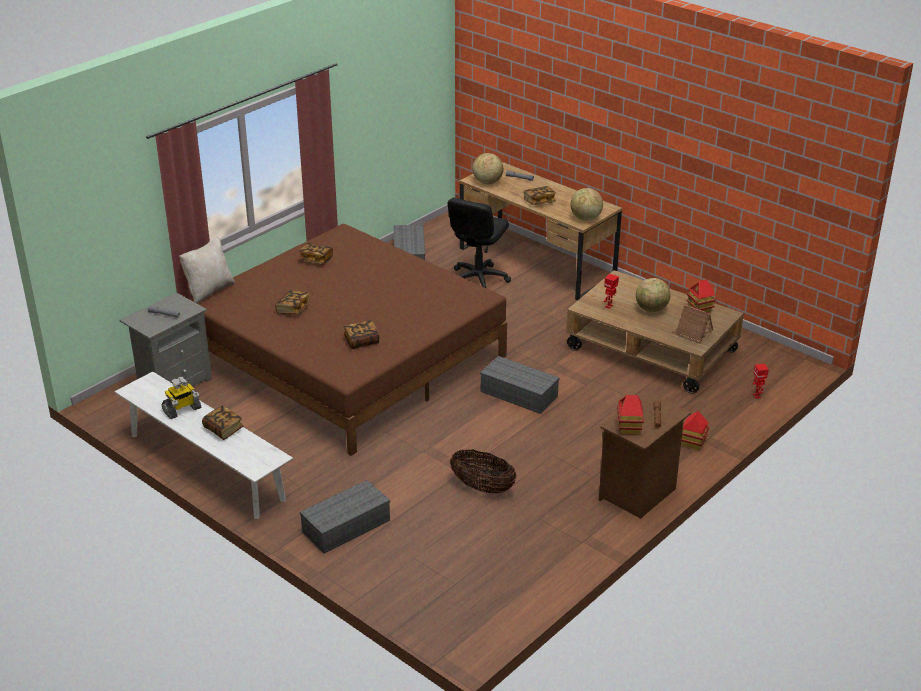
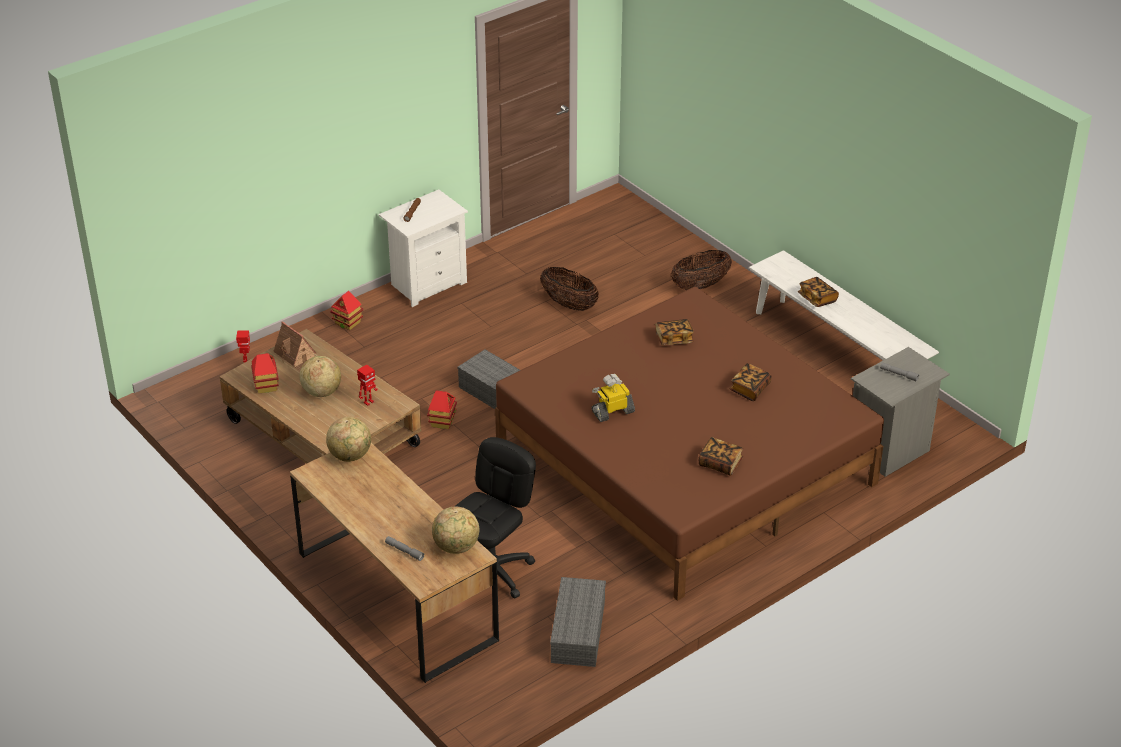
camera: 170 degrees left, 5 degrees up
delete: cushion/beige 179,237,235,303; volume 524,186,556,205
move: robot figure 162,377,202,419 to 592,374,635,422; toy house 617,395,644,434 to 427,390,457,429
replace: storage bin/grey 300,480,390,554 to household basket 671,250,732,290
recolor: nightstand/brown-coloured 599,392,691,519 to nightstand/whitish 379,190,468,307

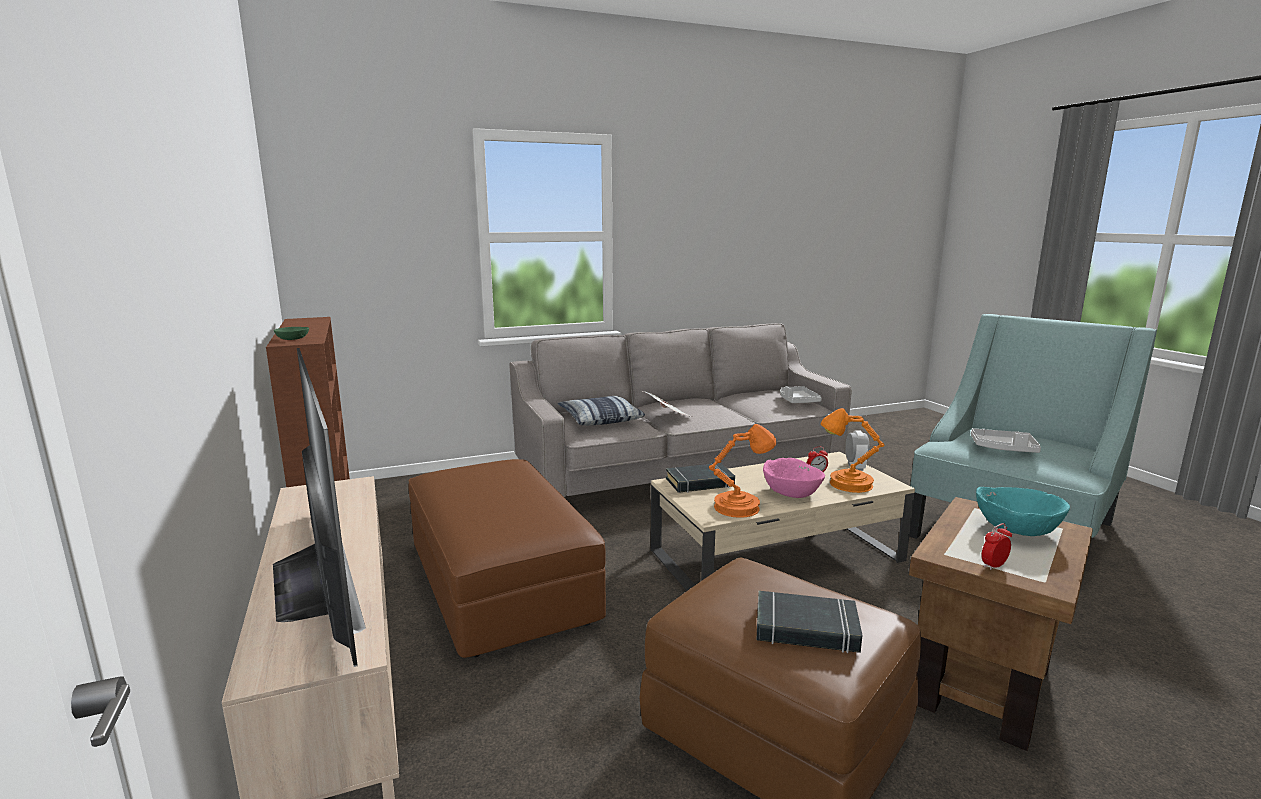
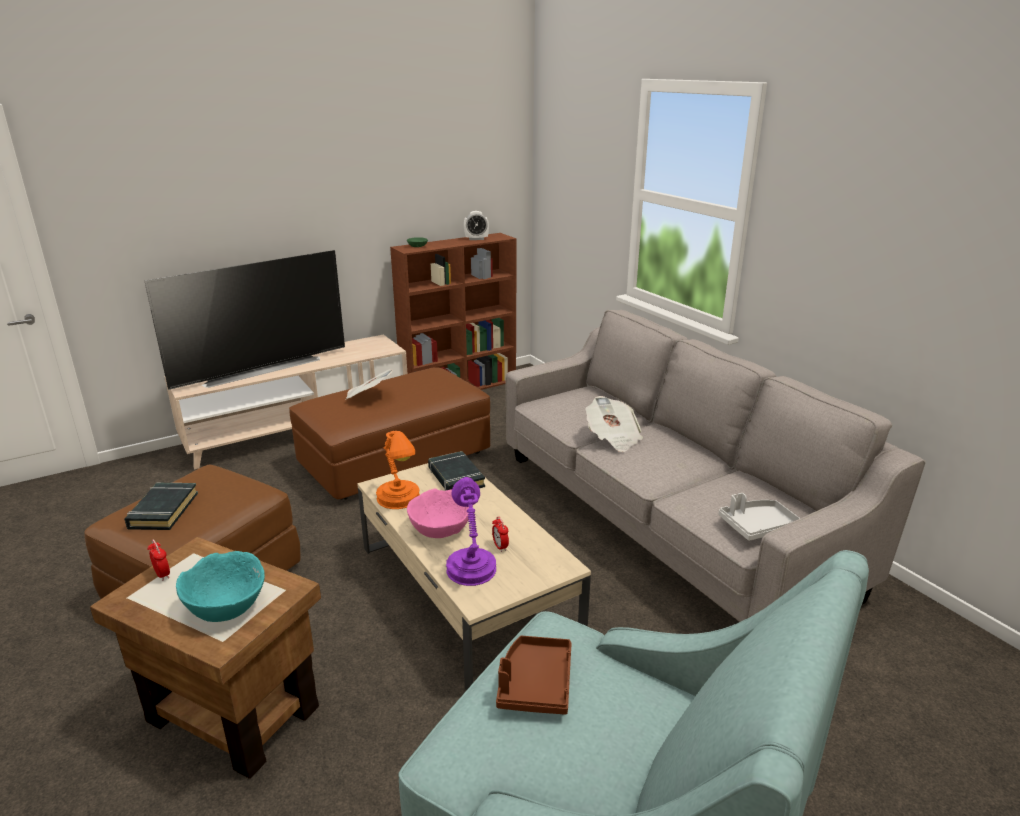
camera: 80 degrees right, 10 degrees up
delete: cushion 558,396,645,426
insert: newspaper 345,368,393,400
move: bedside clock 845,430,870,471 to 464,211,489,240
recolor: table lamp/orange-coloured 821,408,884,493 to table lamp/purple 446,477,496,586; tray/grey 971,428,1041,453 to tray/brown-coloured 496,636,572,715

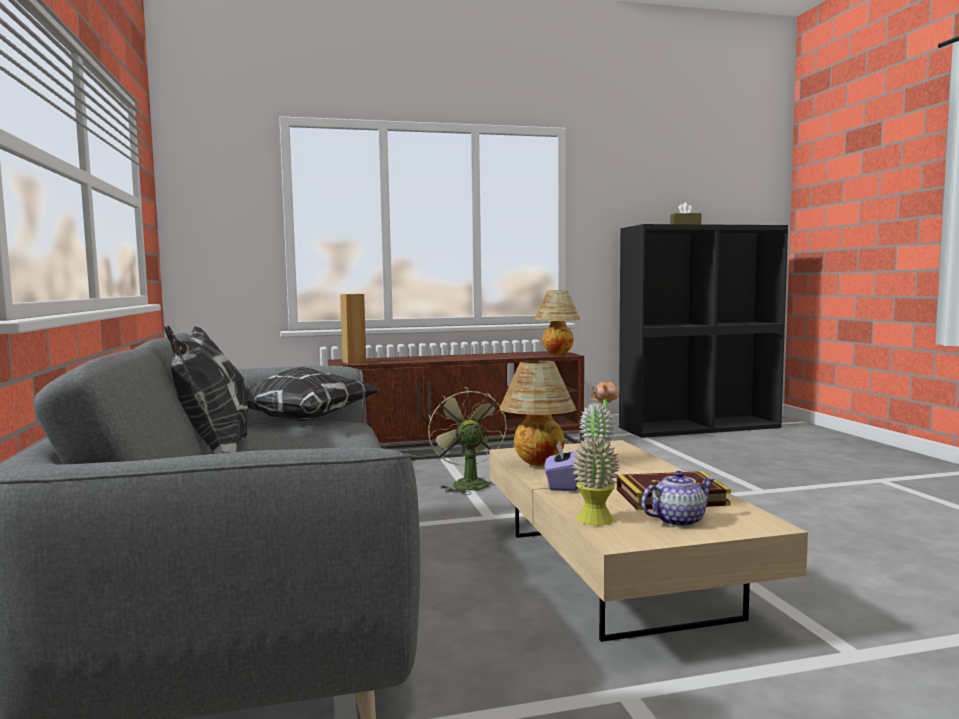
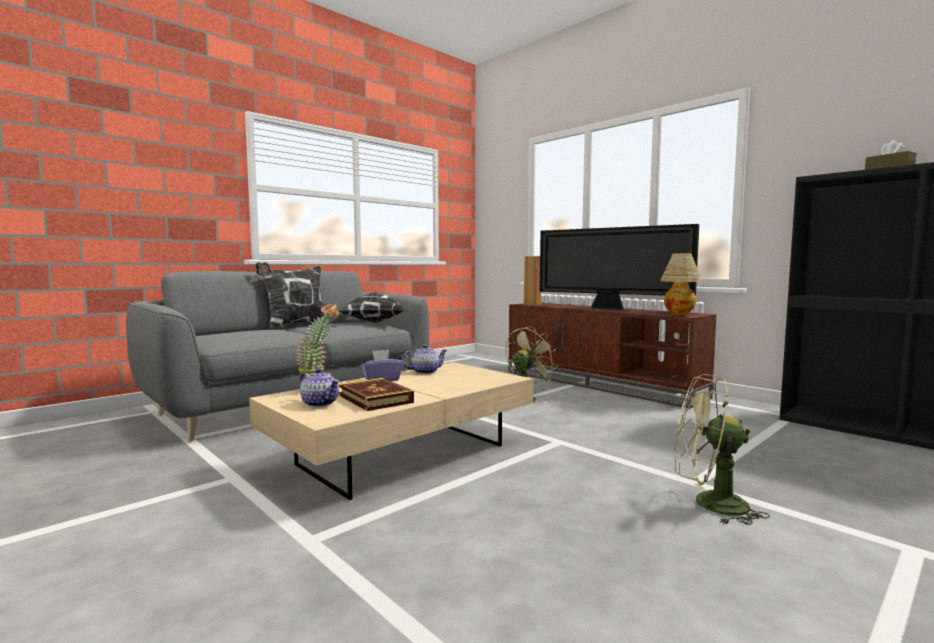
camera: 60 degrees right, 0 degrees up
insert: television 540,224,699,310; electric fan/greenish 674,374,770,525
replace: table lamp 500,360,576,466 to tea pot 402,345,448,374

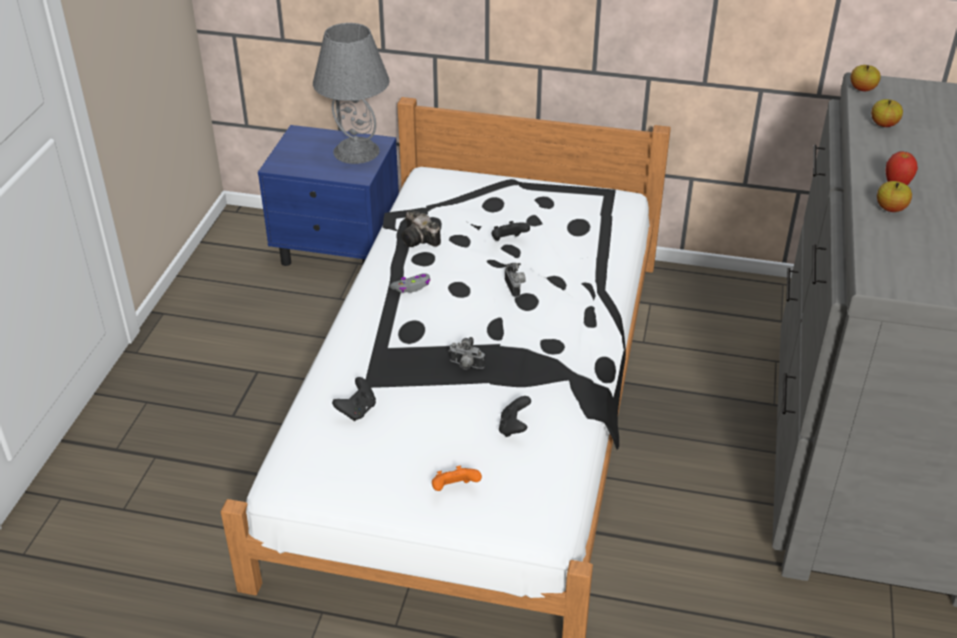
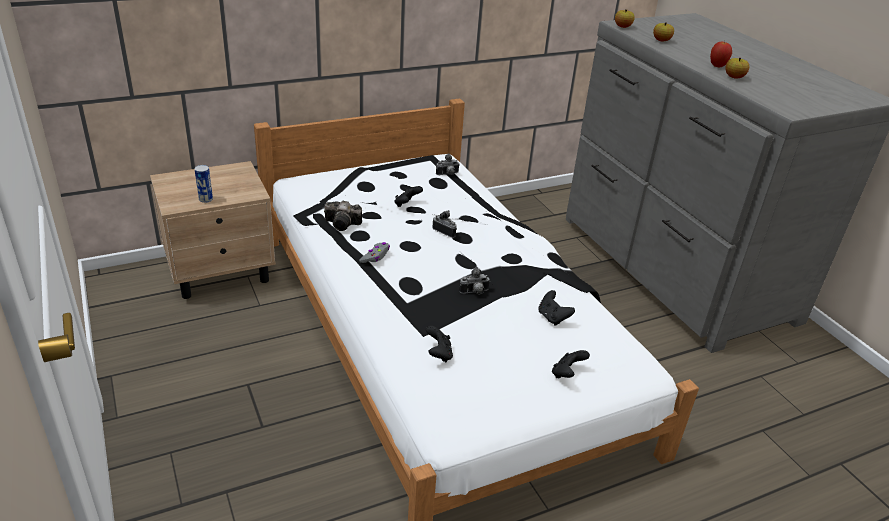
camera: 40 degrees left, 5 degrees down
delete: table lamp/grey 313,23,390,164
insert: can 194,165,213,203; still camera 436,153,460,175
recolor: nightstand/blue 258,125,399,266 to nightstand/beige 150,161,276,299; gamepad/orange-coloured 432,466,482,491 to gamepad/black-coloured 552,350,590,378

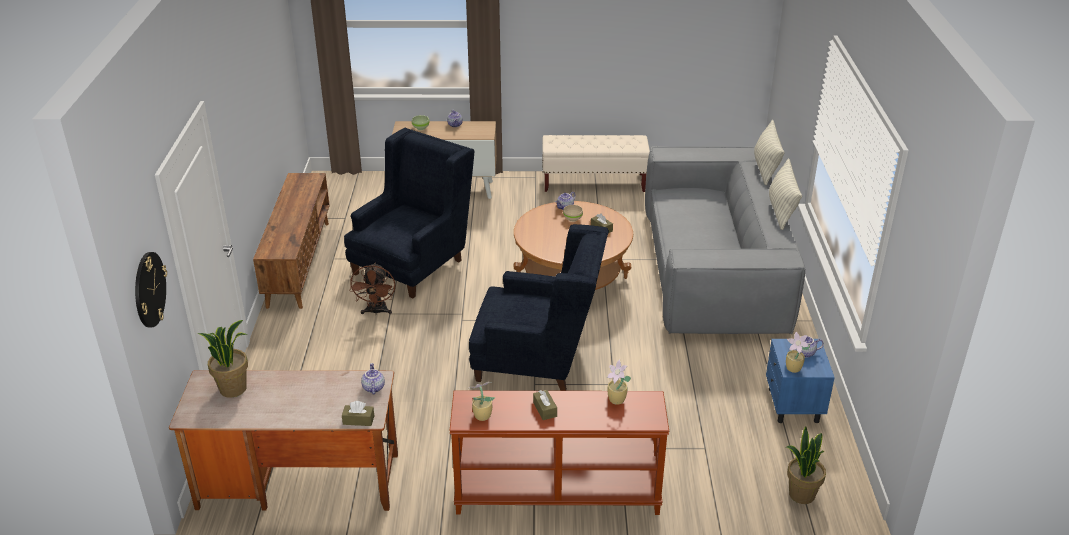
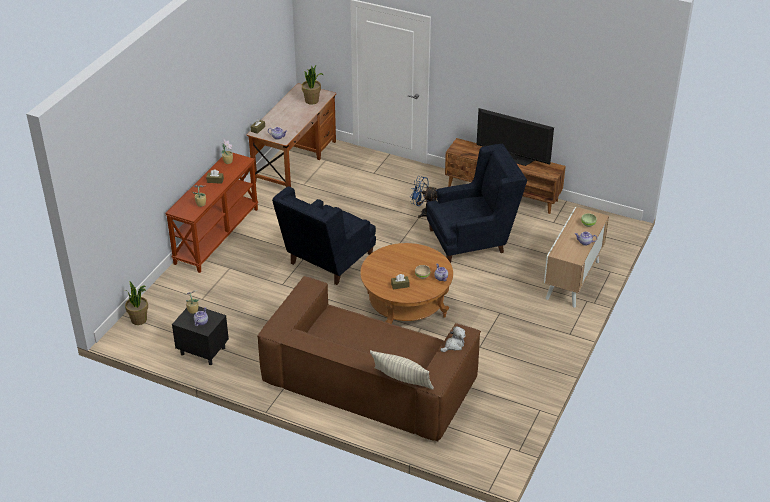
camera: 115 degrees right, 5 degrees up
delete: hanging clock 135,252,167,327; long seat/beige 542,135,650,192; cushion 769,158,802,230
insert: soft toy 440,326,466,352; television 476,108,554,166
recolor: electric fan/brown-coloured 350,263,396,314 to electric fan/blue 410,176,437,218; couch/grey 645,146,805,334 to couch/brown-coloured 257,276,481,442; nightstand/blue 766,339,835,423 to nightstand/black-coloured 172,306,229,365
rotate: lounge chair/blue 344,128,474,299 = 427,144,527,263 75 degrees counterclockwise

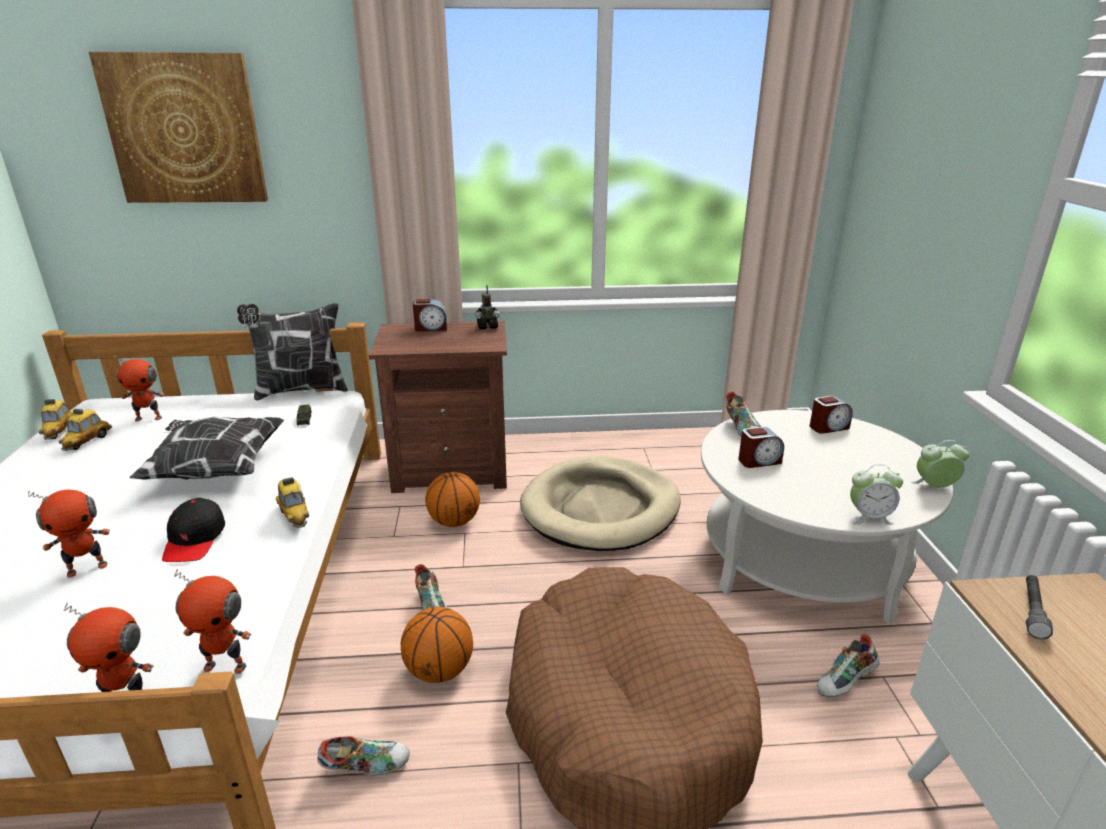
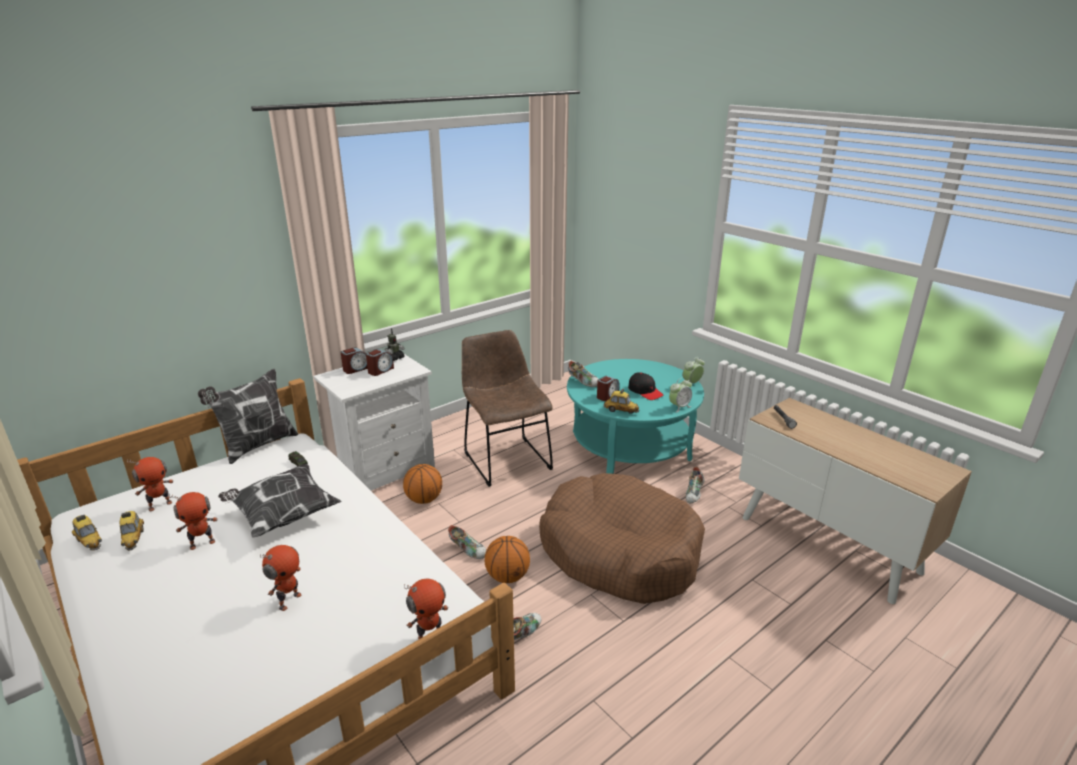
camera: 35 degrees left, 0 degrees up
delete: picture 89,52,268,203
move: cap/black-coloured 162,498,225,562 to 628,372,664,400; robot figure 174,569,252,674 to 169,492,218,550; toy car 276,477,309,528 to 604,389,639,414; bedside clock 810,396,853,434 to 366,349,394,376
replace: dog bed/beige 520,455,681,551 to chair/brown-coloured 462,330,553,487
recolor: nightstand/brown-coloured 369,321,507,493 to nightstand/whitish 313,354,435,491; coffee table/whitish 701,410,953,624 to coffee table/blue-green 567,359,704,474

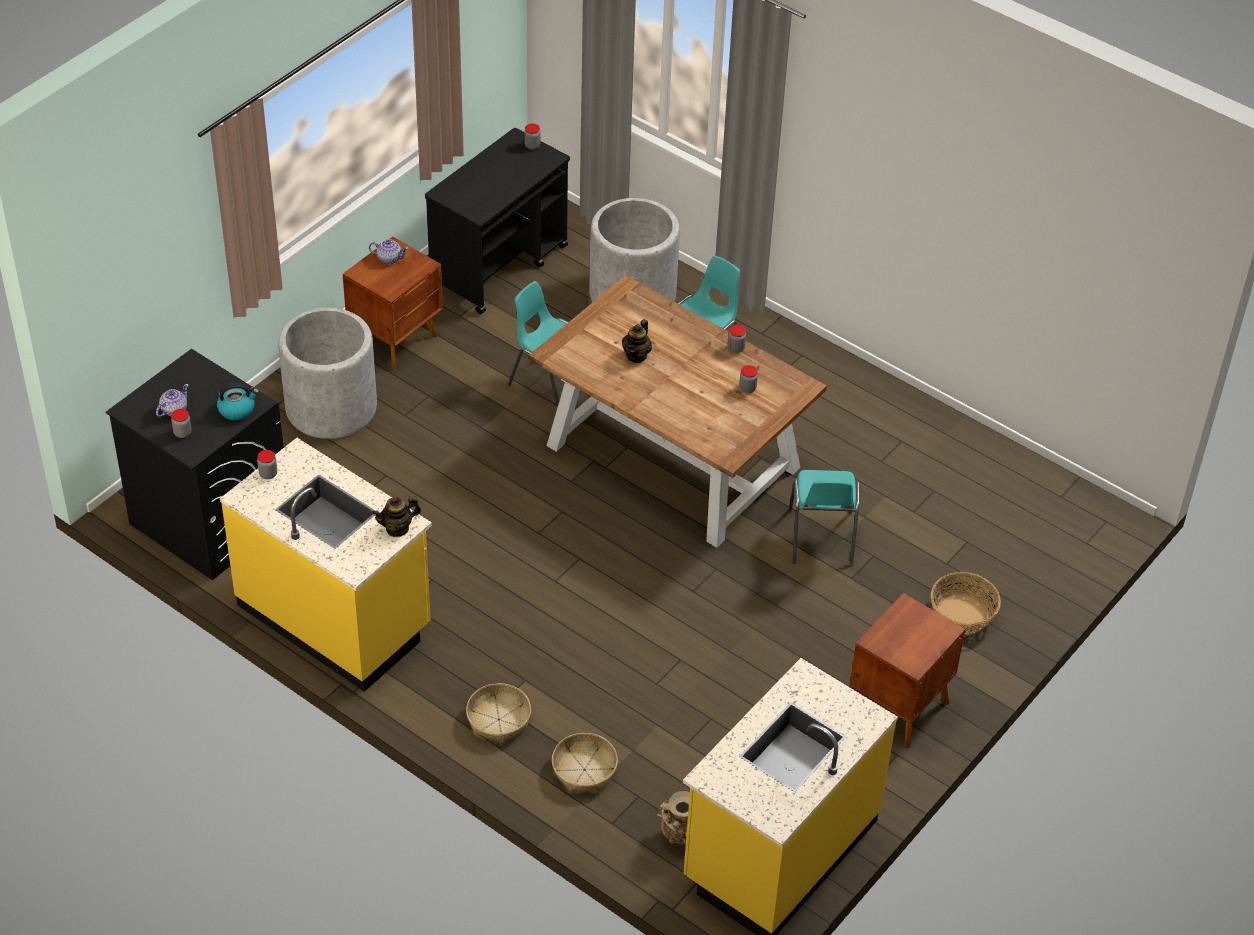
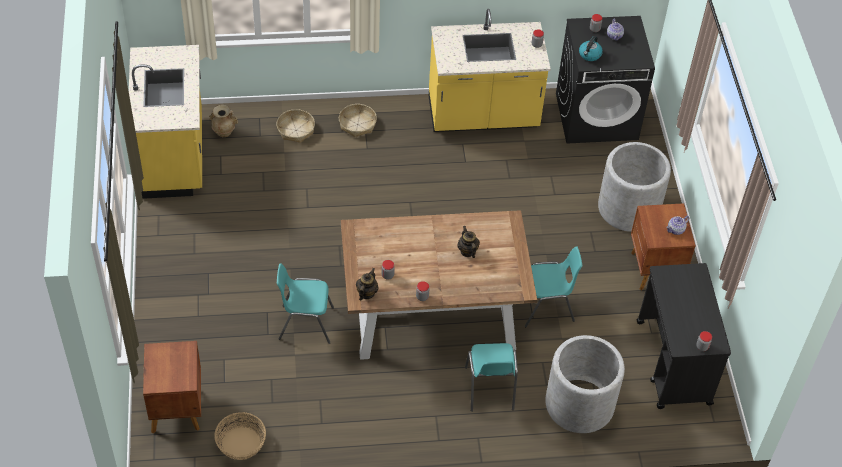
camera: 135 degrees right, 5 degrees up
move: tea pot 372,496,421,537 to 356,268,378,300; nightstand/brown-coloured 849,593,965,748 to 143,341,201,434; household basket 931,572,1001,634 to 214,412,266,460
rotate: chair/blue-green 789,470,860,566 = 277,264,334,344 45 degrees counterclockwise

